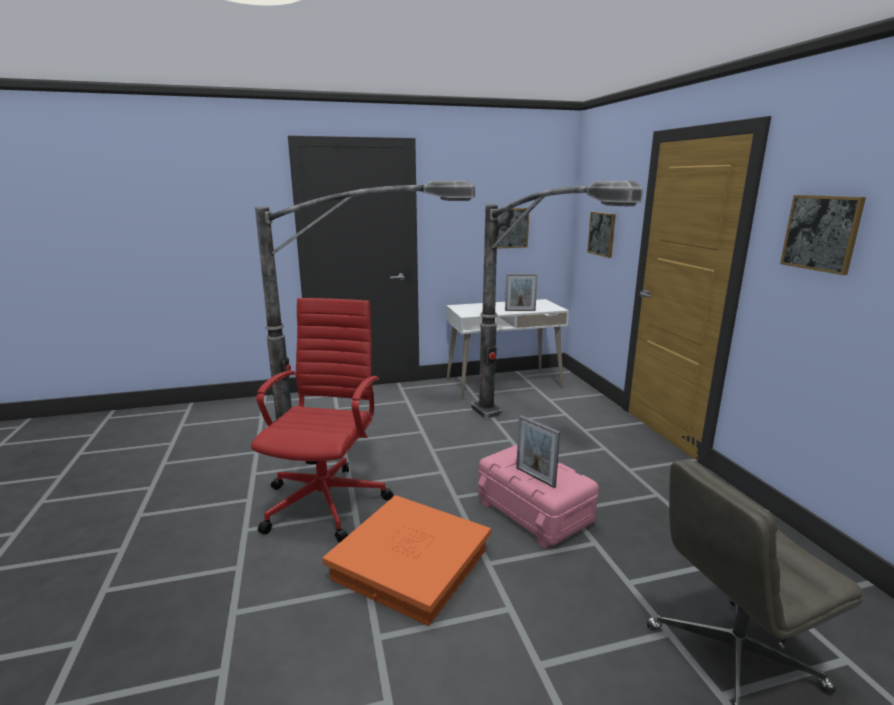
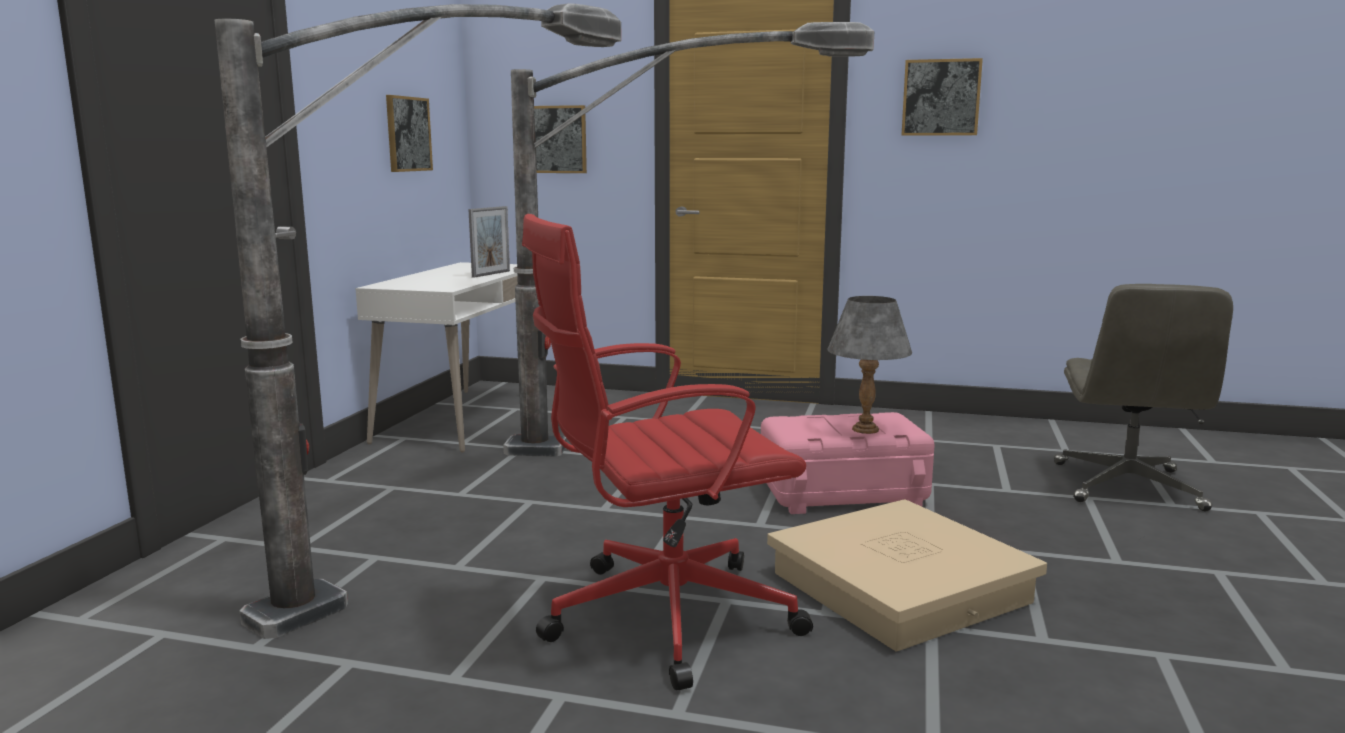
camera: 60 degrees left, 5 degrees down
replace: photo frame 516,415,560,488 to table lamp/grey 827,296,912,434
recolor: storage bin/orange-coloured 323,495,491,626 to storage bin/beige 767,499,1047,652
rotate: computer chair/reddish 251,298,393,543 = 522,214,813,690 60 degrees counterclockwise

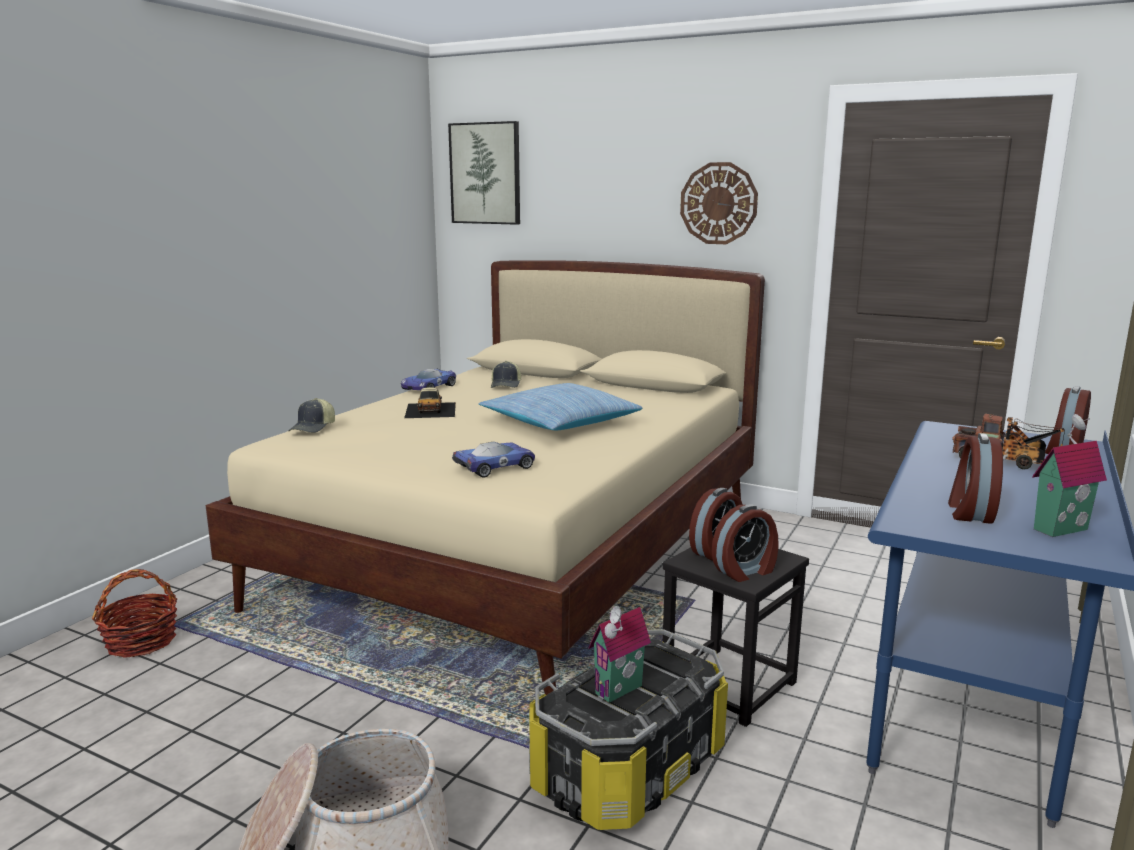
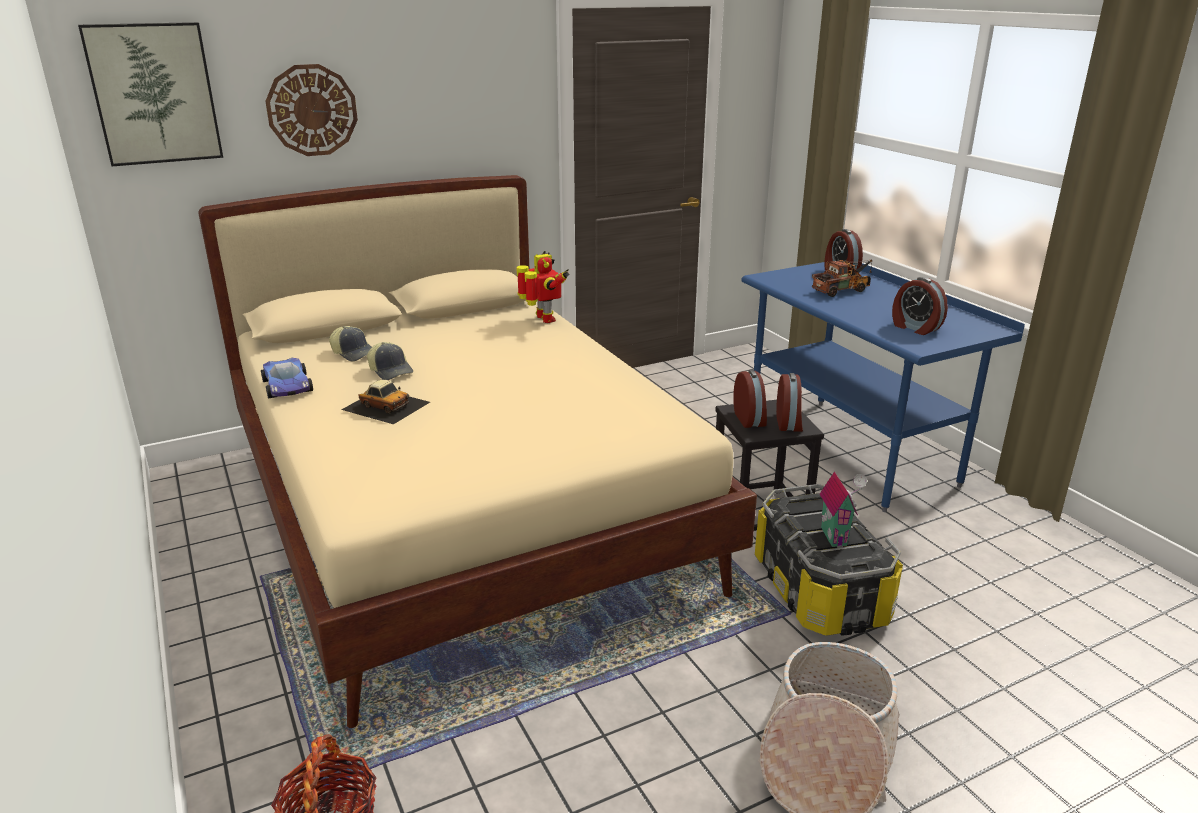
camera: 55 degrees left, 10 degrees up
delete: toy car 452,442,535,478; cushion 478,383,643,430; toy house 1032,414,1107,537
insert: robot figure 516,251,570,323
move: cap 288,398,335,433 to 367,342,413,380; hanging clock 680,162,758,244 to 265,64,358,156

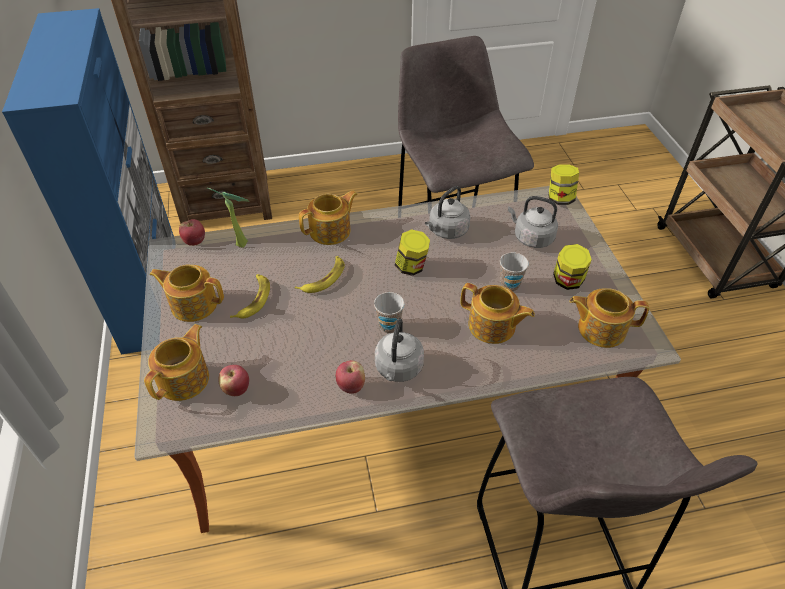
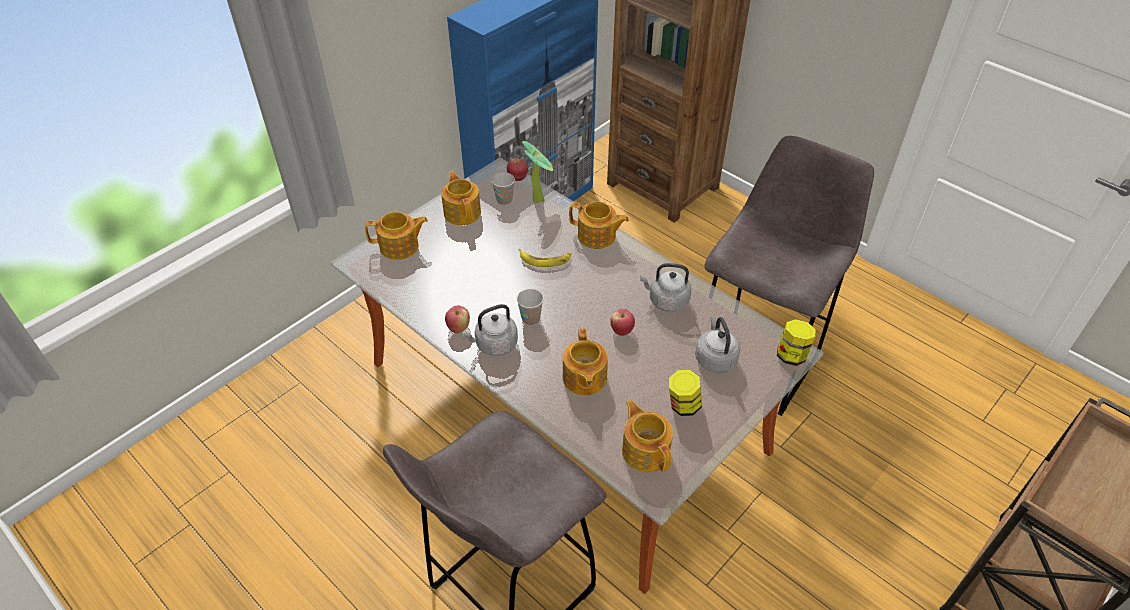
camera: 55 degrees right, 0 degrees up
delete: whole banana 230,274,270,319; storage jar 395,229,430,276
move: whole apple 218,365,249,396 to 610,309,635,336; cup 500,252,529,292 to 492,172,515,205

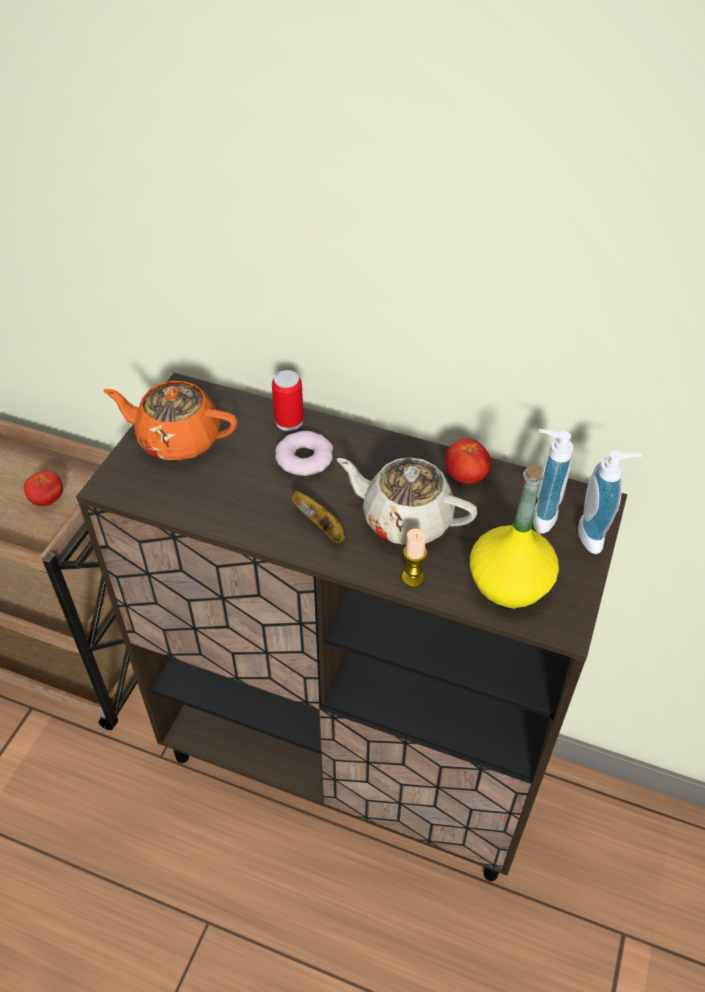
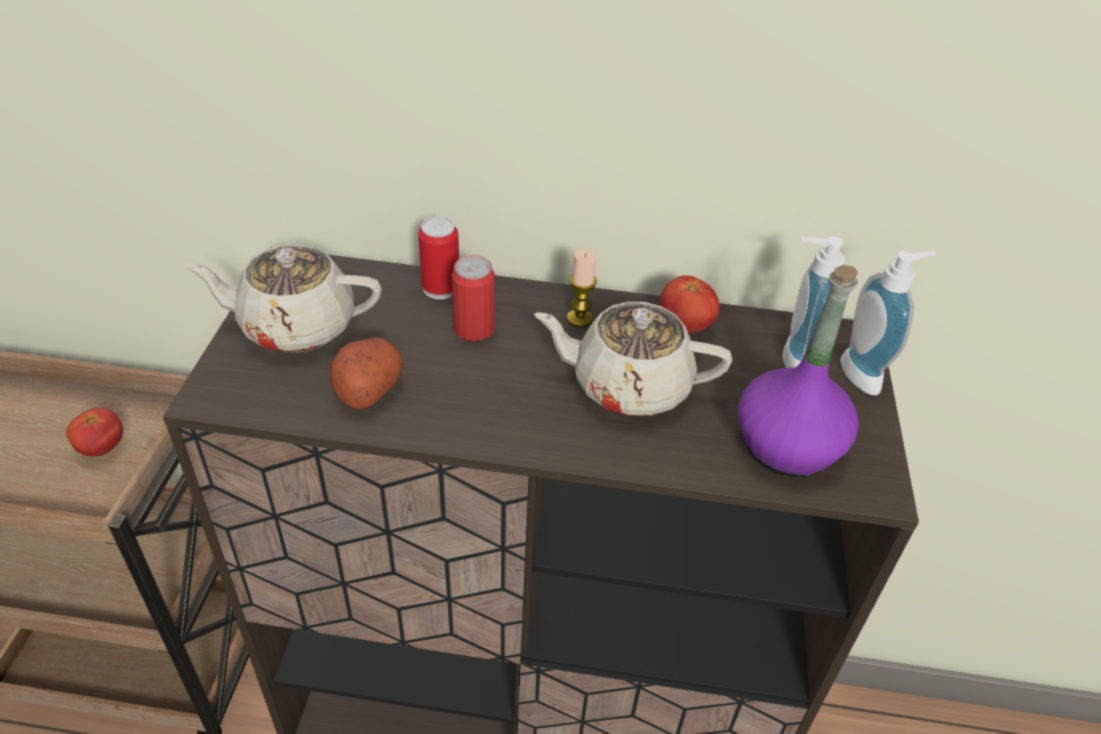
camera: 15 degrees left, 5 degrees down
delete: whole banana 291,491,345,544
insert: spud 330,337,403,410
move: wax candle 401,528,427,587 to 567,249,597,327
replace: doughnut 275,431,333,476 to can 452,255,495,341
recolor: tea pot/orange-coloured 103,381,237,461 to tea pot/beige 184,244,382,353; beverage bottle/yellow-coloured 470,464,559,609 to beverage bottle/purple 738,265,859,477

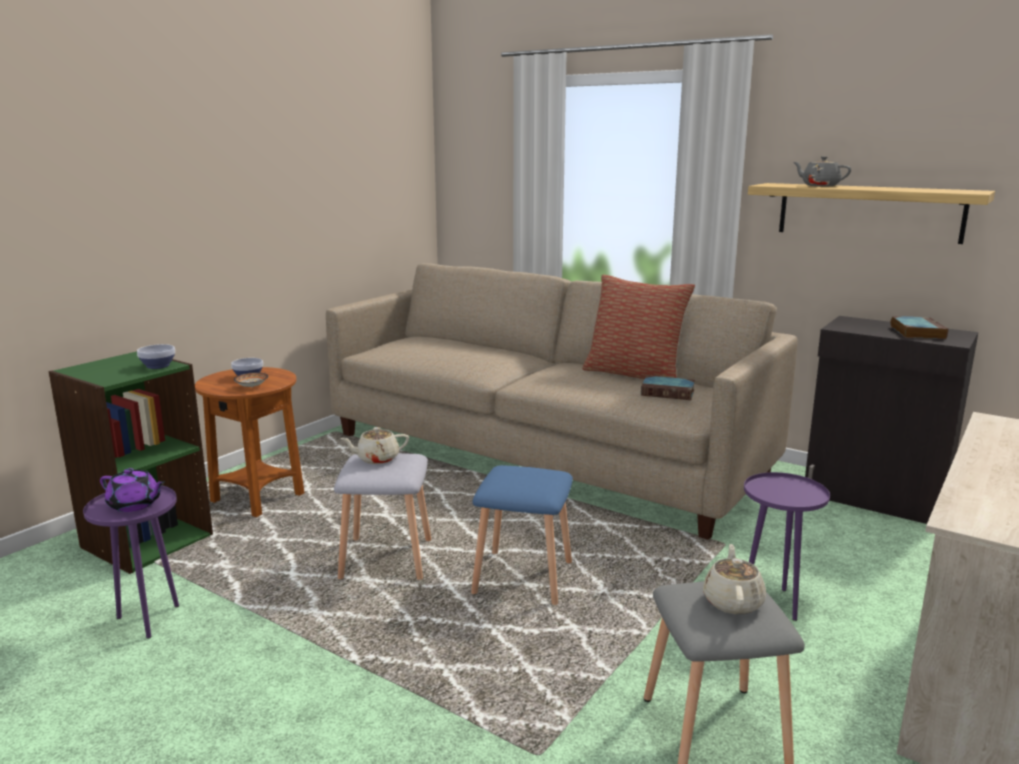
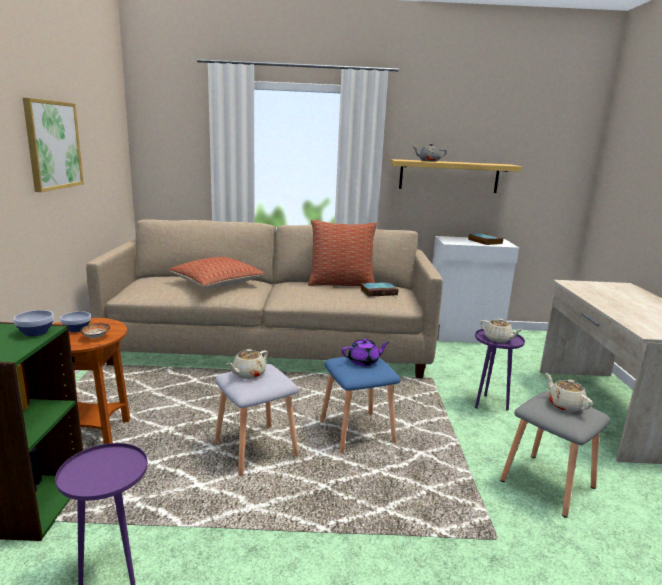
camera: 35 degrees left, 0 degrees up
insert: picture 23,98,84,192; cushion 169,257,265,288; tea pot/beige 480,318,522,343
move: tea pot/purple 100,468,165,512 to 342,338,389,366
recolor: cabinet/black-coloured 805,316,978,524 to cabinet/whitish 432,236,519,343

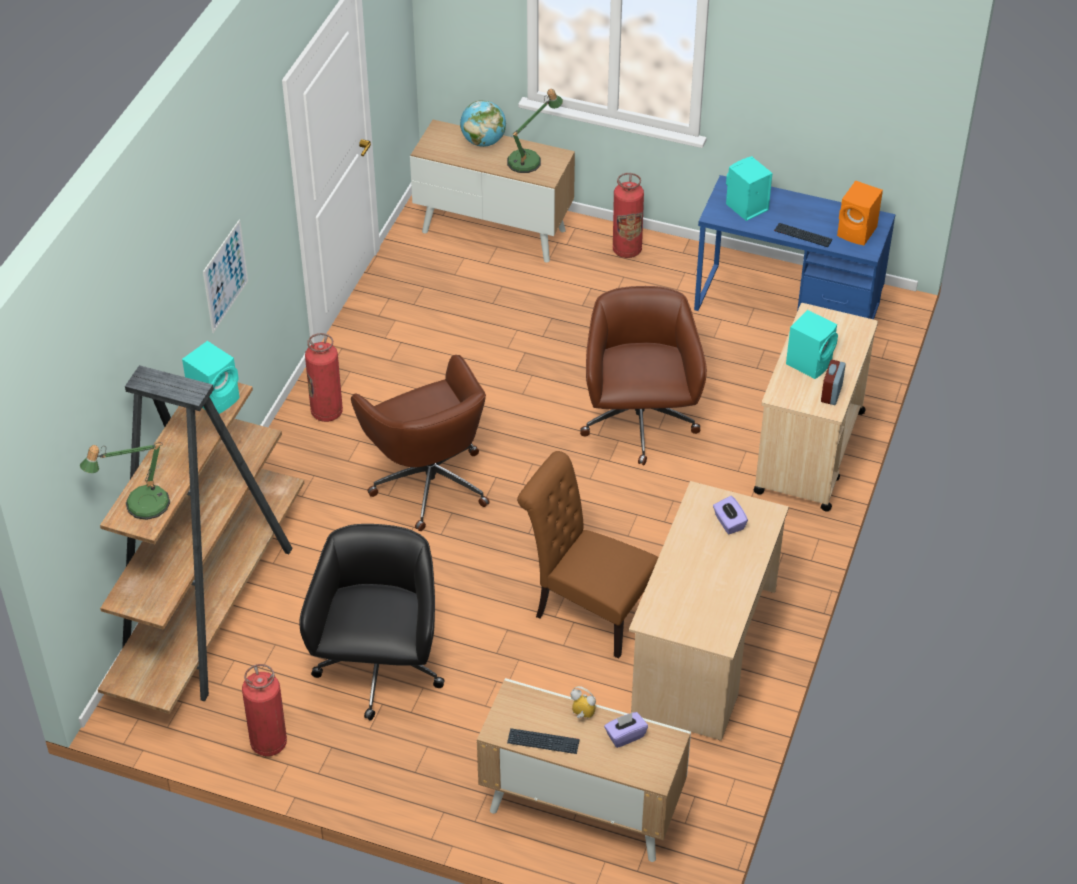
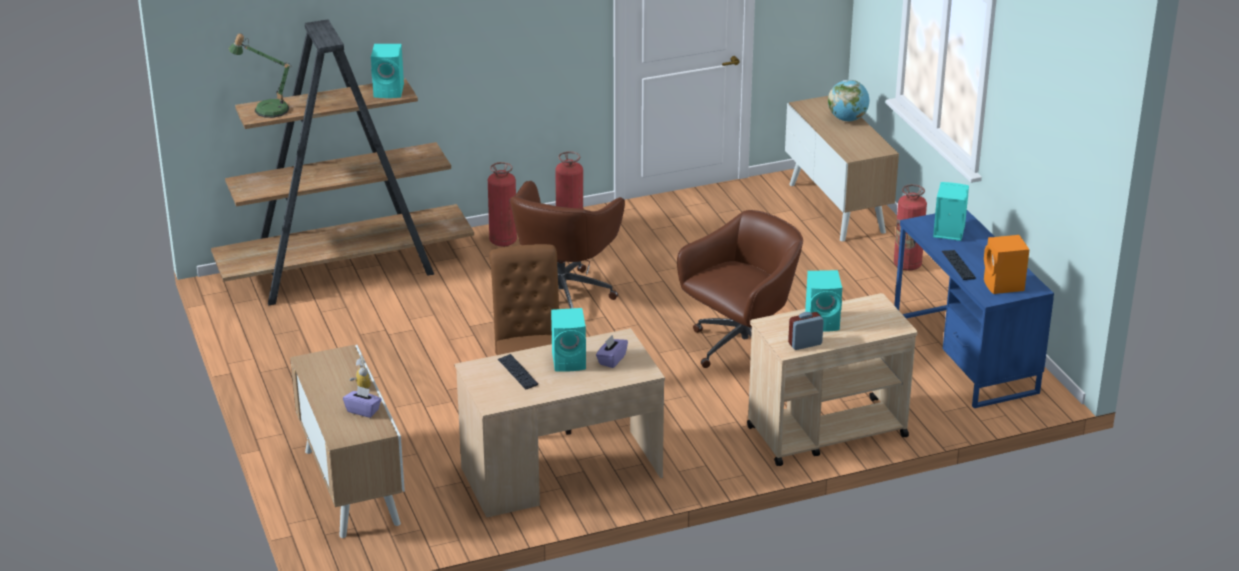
camera: 50 degrees right, 15 degrees down
delete: picture 203,220,248,333; computer chair/black-coloured 299,524,445,721; table lamp 507,89,563,173
insert: speaker/blue-green 551,308,586,372
move: fire extinguisher 242,664,287,756 to 488,162,517,246; keyboard 507,728,580,754 to 498,354,538,389

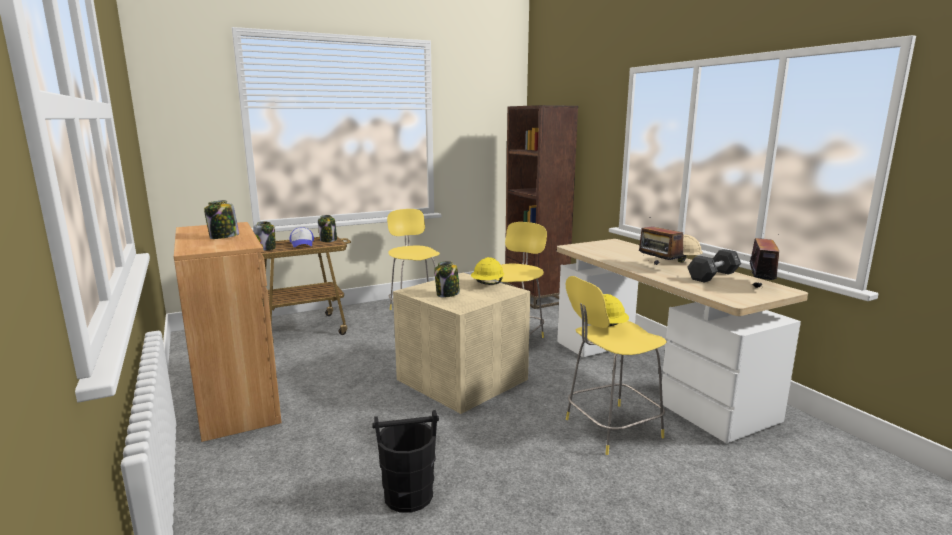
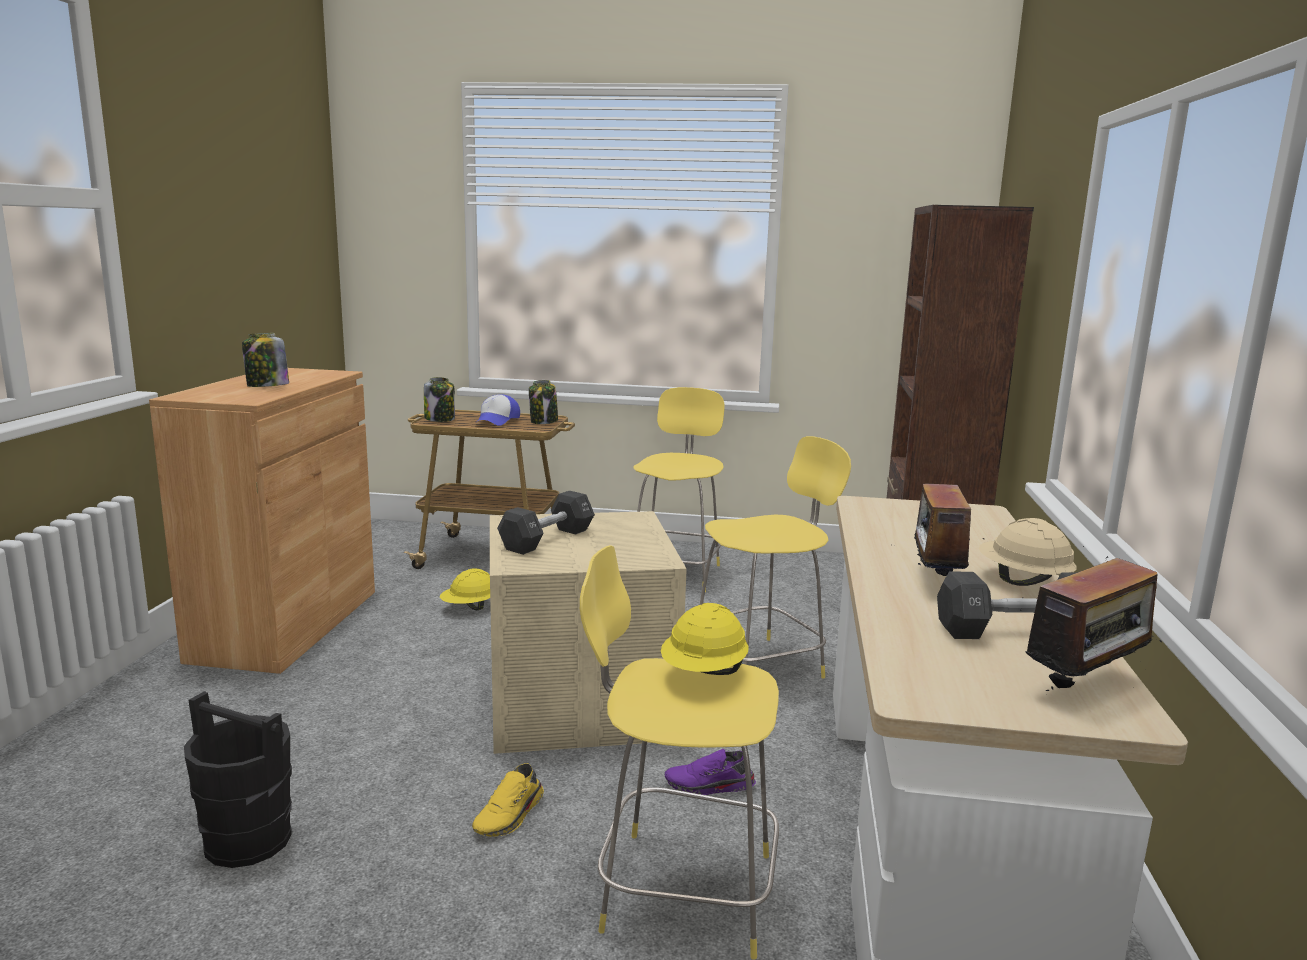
camera: 35 degrees right, 0 degrees up
insert: item of footwear/yellow-coloured 472,763,544,837; item of footwear/purple 665,749,756,795
move: work helmet/yellow-coloured 471,257,504,285 to 440,569,490,610
replace: storage jar 434,261,460,297 to free weight/black-coloured 497,491,595,555

